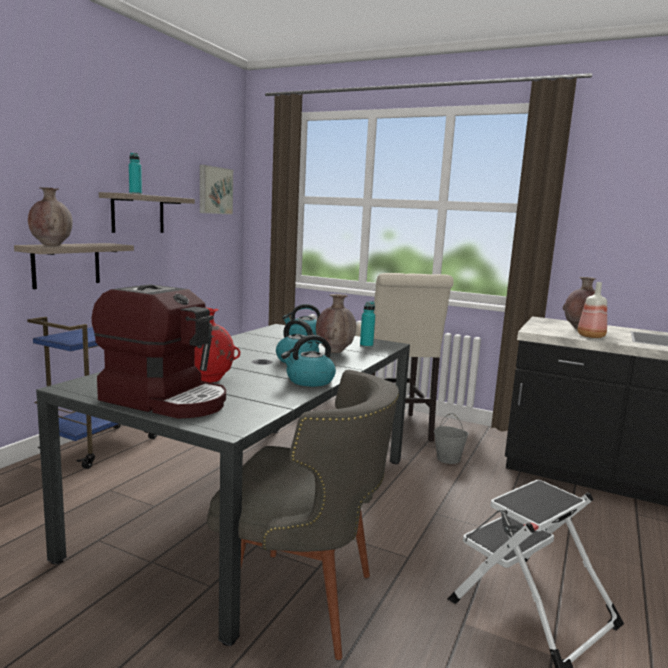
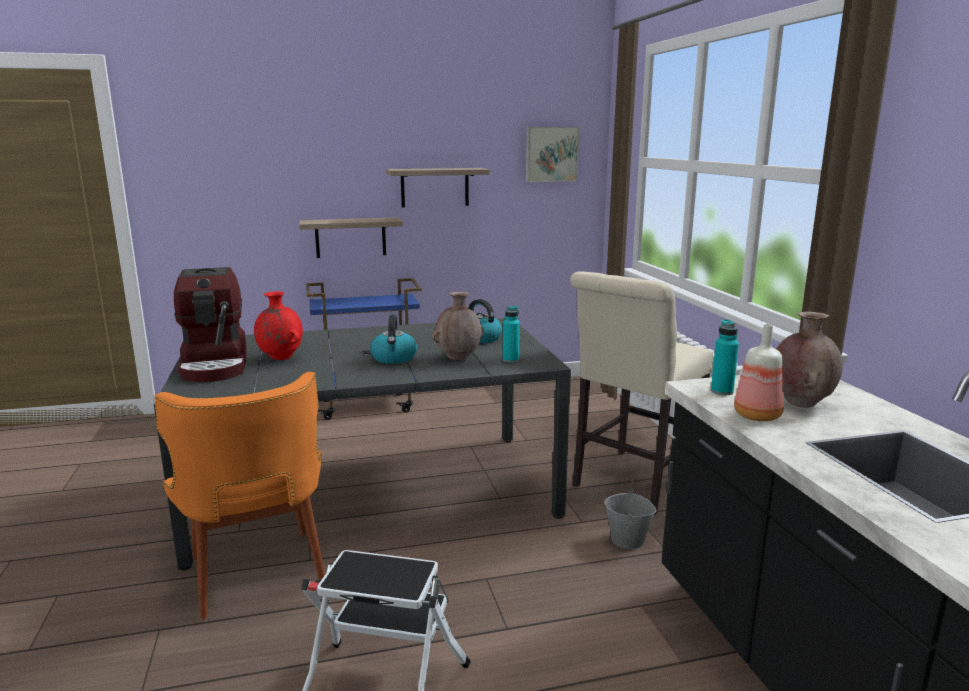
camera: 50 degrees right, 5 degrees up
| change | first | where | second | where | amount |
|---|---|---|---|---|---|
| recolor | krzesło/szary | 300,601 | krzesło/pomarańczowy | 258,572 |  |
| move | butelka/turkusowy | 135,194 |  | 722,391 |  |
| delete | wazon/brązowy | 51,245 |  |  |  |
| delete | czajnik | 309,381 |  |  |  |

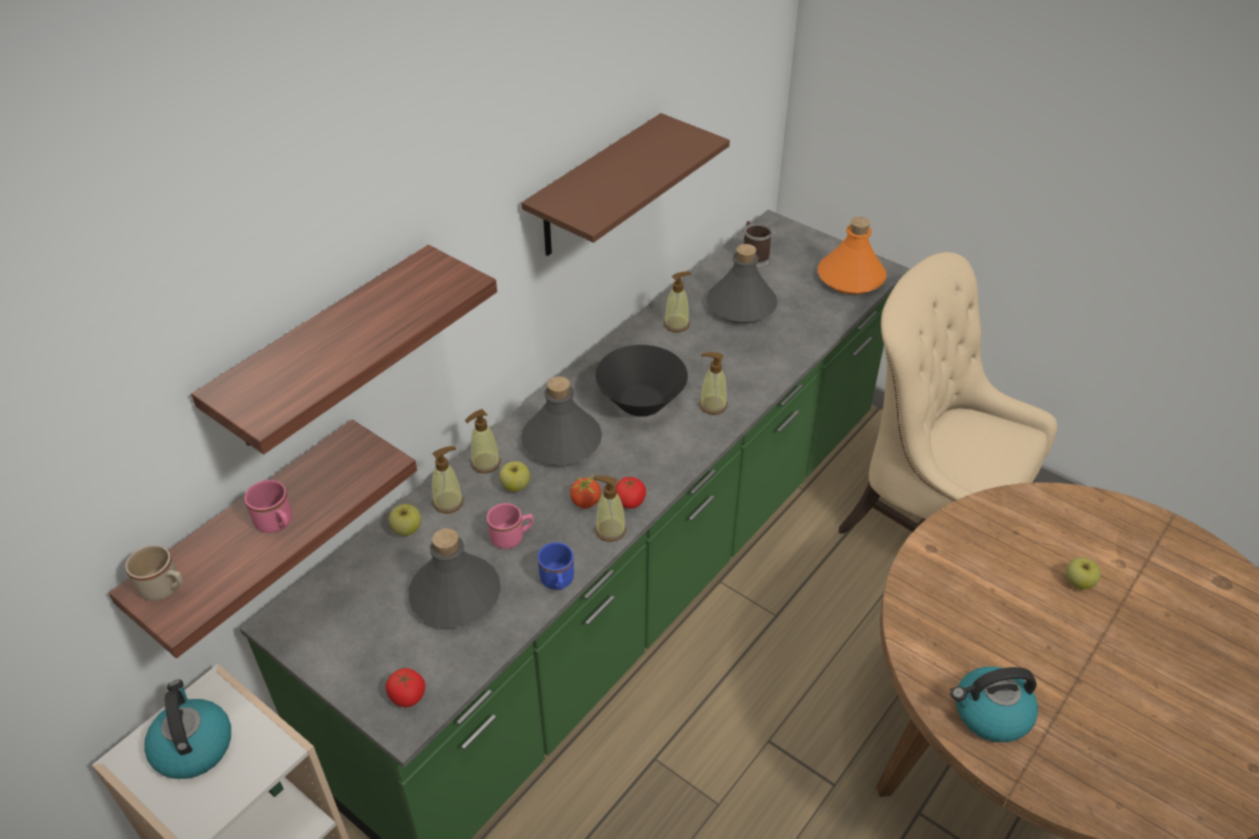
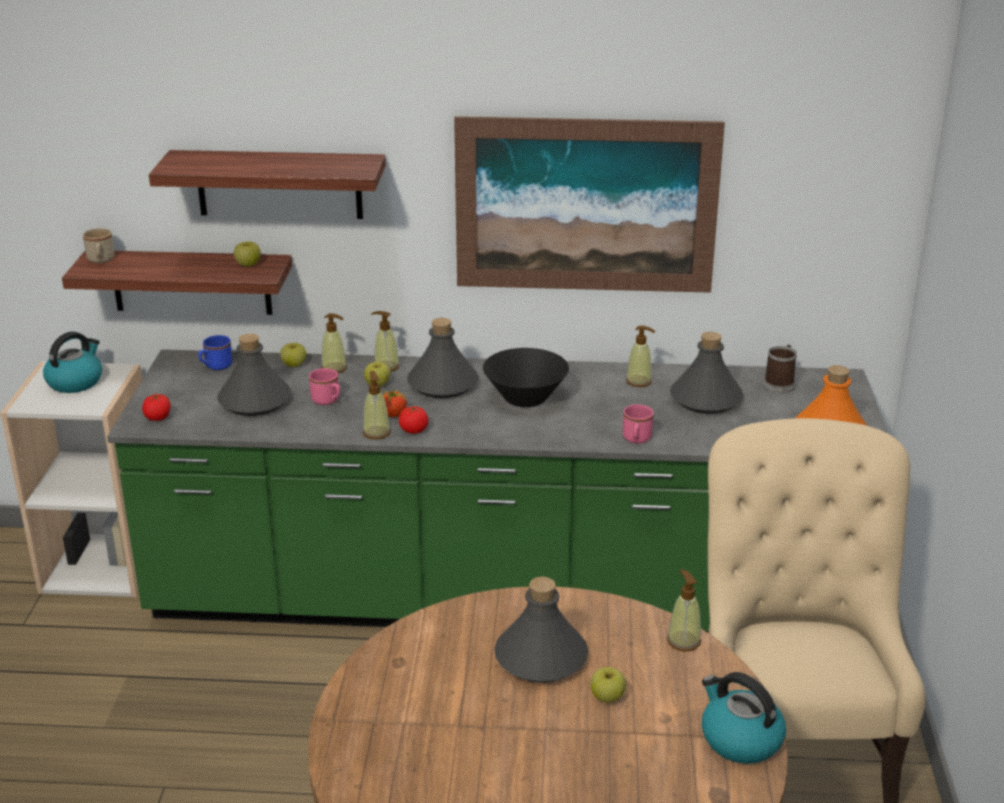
camera: 55 degrees right, 15 degrees down
| change | first | where | second | where | amount |
|---|---|---|---|---|---|
| move | kubek/niebieski | 557,582 |  | 215,366 |  |
| insert |  |  | jabłko | 248,264 |  |
| replace | półka/brązowy | 595,188 | obraz | 586,205 |  |
| insert |  |  | butelka/szary | 541,658 |  |
| move | kubek/różowy | 277,524 |  | 636,439 |  |
| move | dozownik mydła | 712,405 |  | 683,641 |  |
| move | czajnik | 990,714 |  | 739,739 |  |

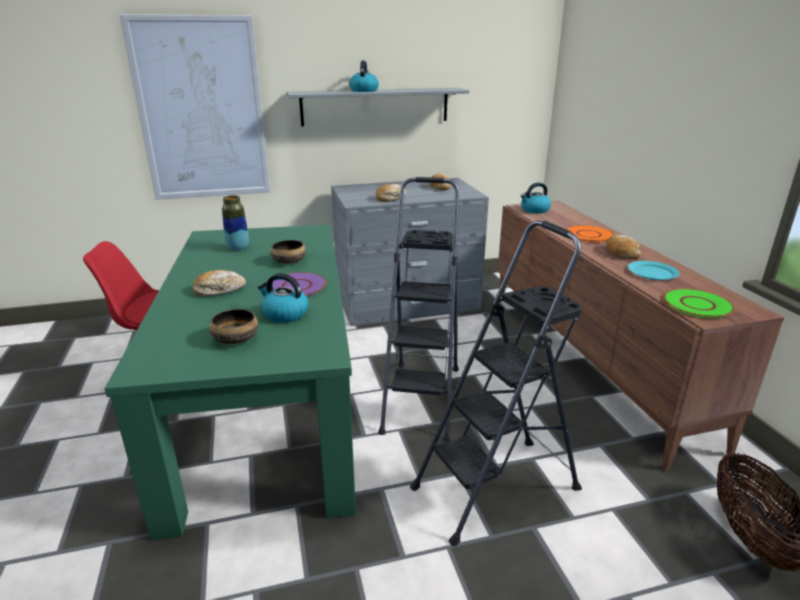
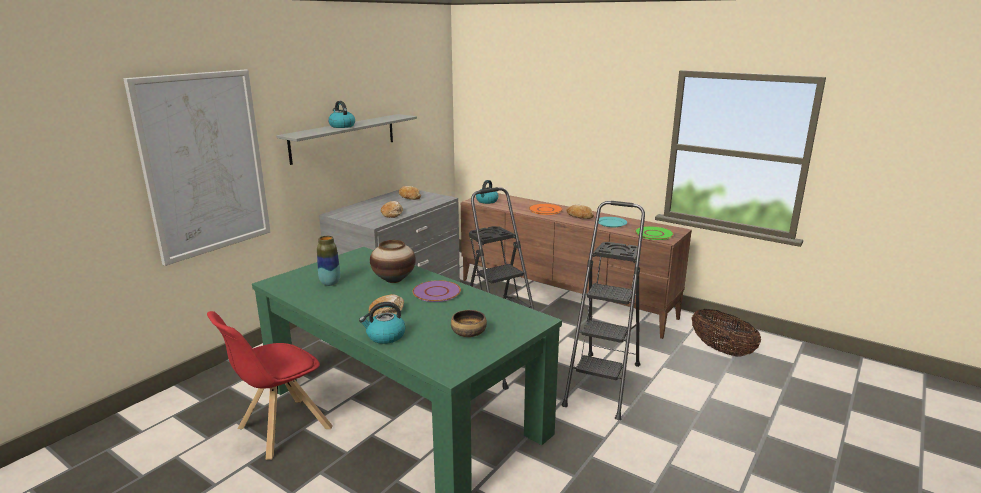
camera: 40 degrees left, 5 degrees down
| change | first | where | second | where | amount |
|---|---|---|---|---|---|
| move | czajnik | 285,314 |  | 385,336 |  |
| replace | miska | 289,261 | wazon | 394,279 |  |

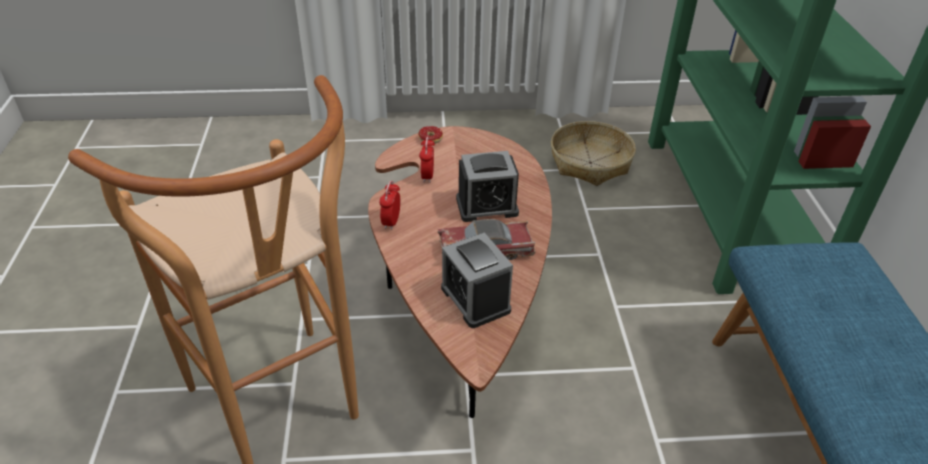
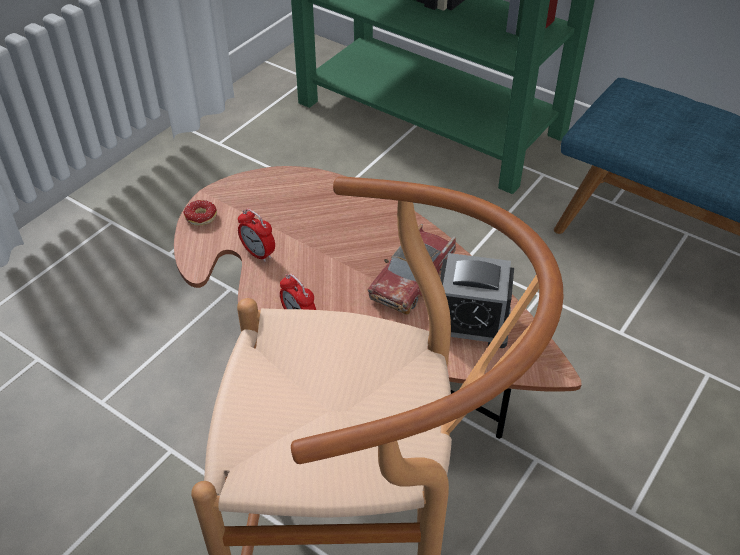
camera: 50 degrees left, 5 degrees up
| change | first | where | second | where | amount |
|---|---|---|---|---|---|
| delete | budzik | 487,206 |  |  |  |
| delete | koszyk | 590,162 |  |  |  |

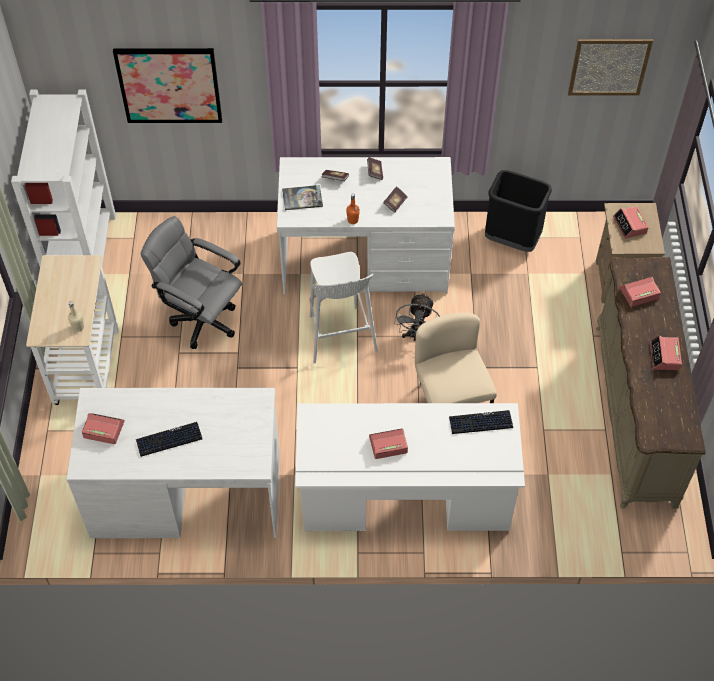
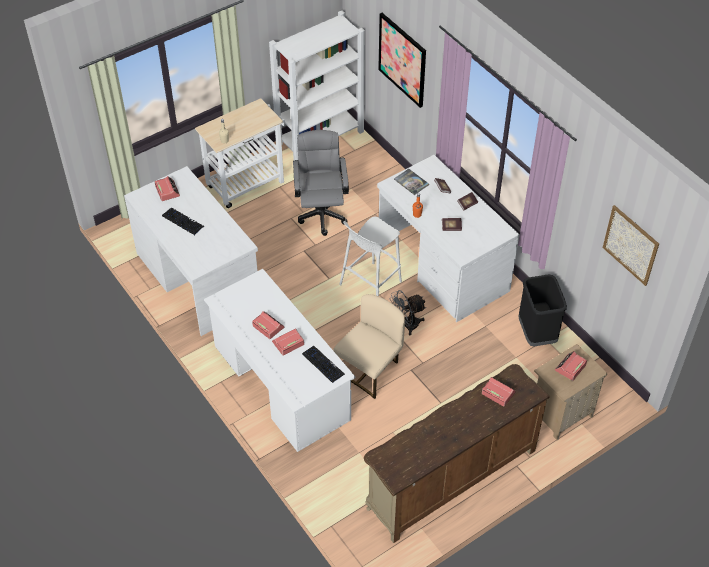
camera: 55 degrees right, 5 degrees down
| change | first | where | second | where | amount |
|---|---|---|---|---|---|
| move | budzik | 664,356 |  | 288,343 |  |

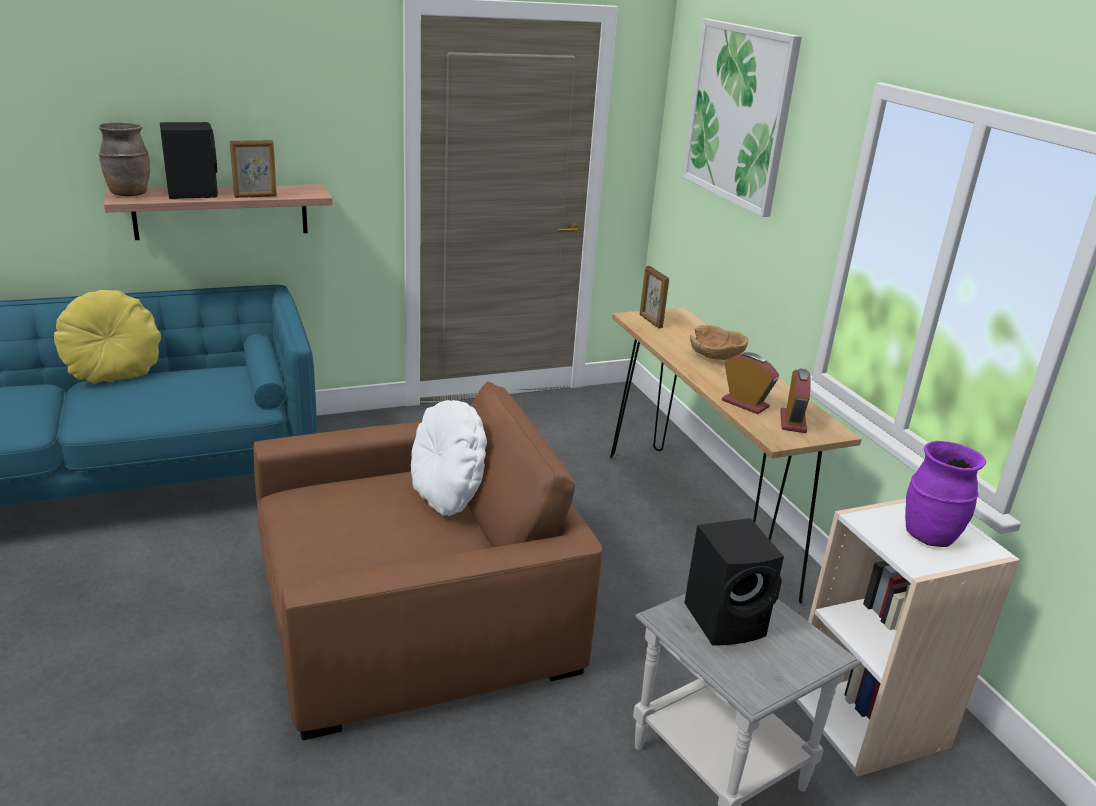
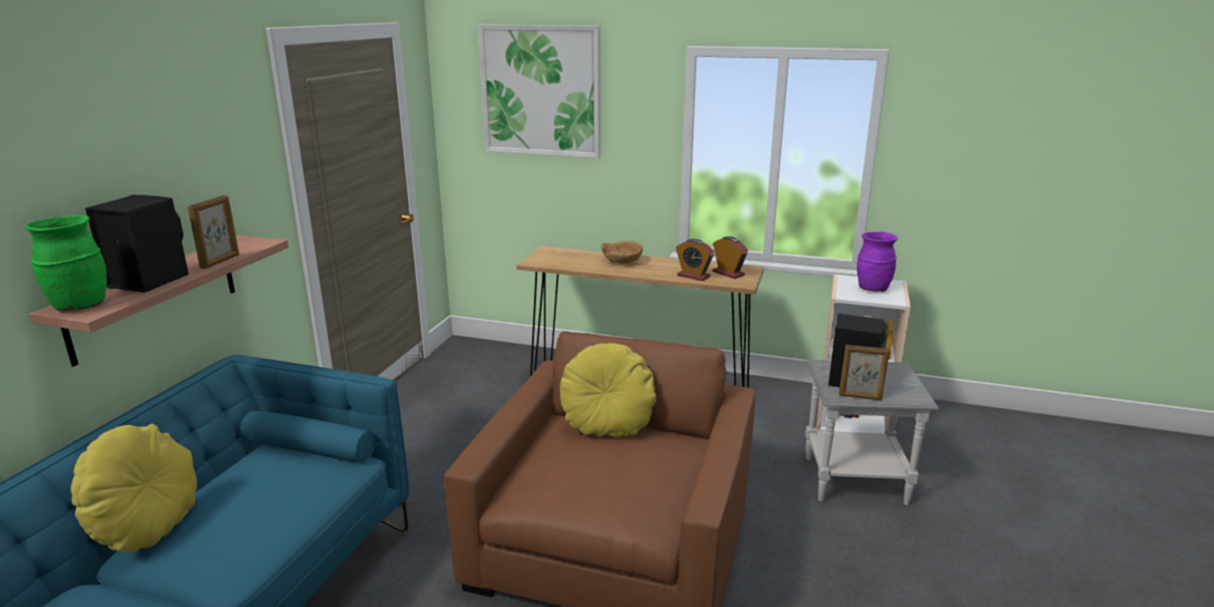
camera: 50 degrees left, 5 degrees down
| change | first | where | second | where | amount |
|---|---|---|---|---|---|
| recolor | wazon/brązowy | 129,194 | wazon/zielony | 80,306 |  |
| recolor | poduszka/biały | 447,499 | poduszka/żółty | 608,428 |  |
| rotate | budzik | 745,404 |  | 693,276 | 135 degrees counterclockwise |
| move | ramka na zdjęcie | 650,321 |  | 860,397 |  |

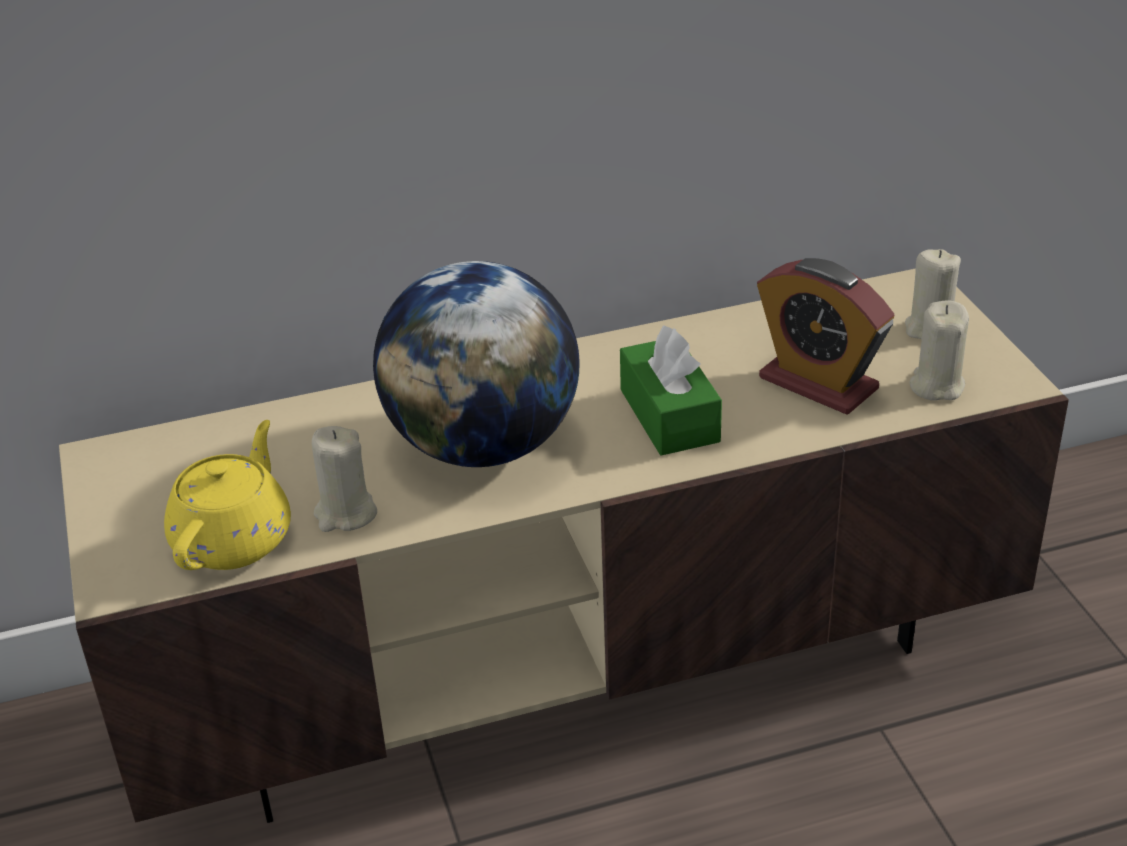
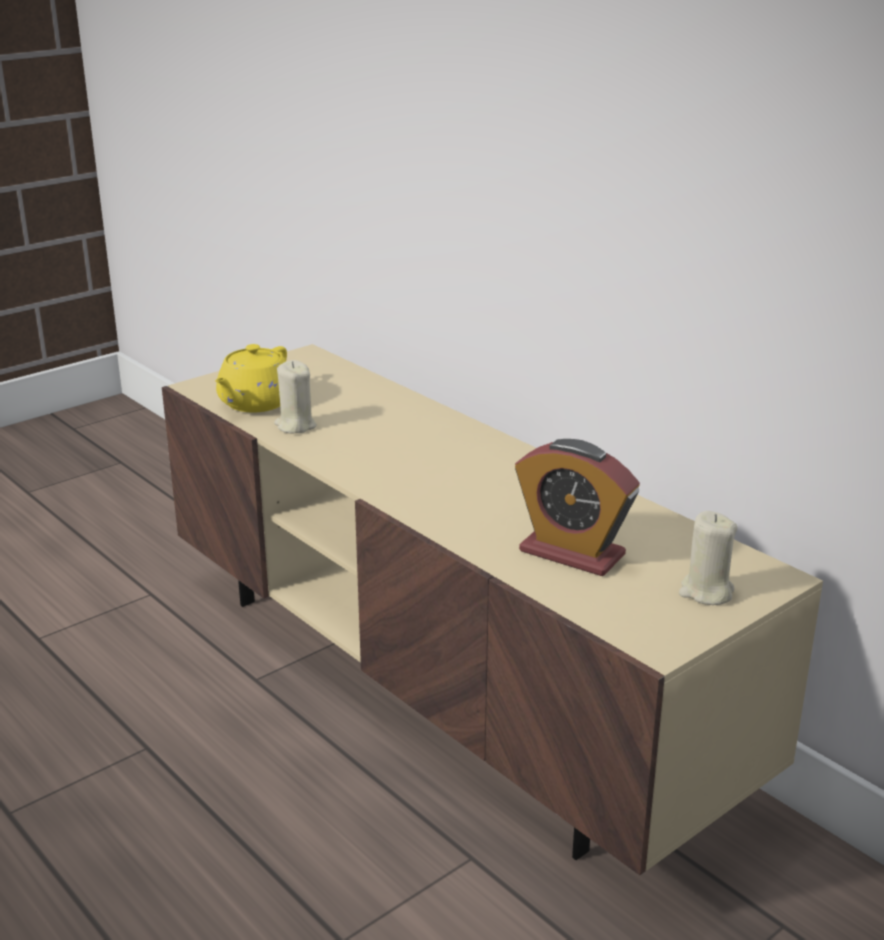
camera: 65 degrees right, 10 degrees down
| change | first | where | second | where | amount |
|---|---|---|---|---|---|
| rotate | imbryk/żółty | 234,538 |  | 255,403 | 120 degrees clockwise |
| rotate | budzik | 818,383 |  | 572,553 | 75 degrees counterclockwise |
| delete | globus | 483,445 |  |  |  |
| delete | pudełko chusteczek/zielony | 669,415 |  |  |  |
| delete | świeca/beżowy | 936,385 |  |  |  |

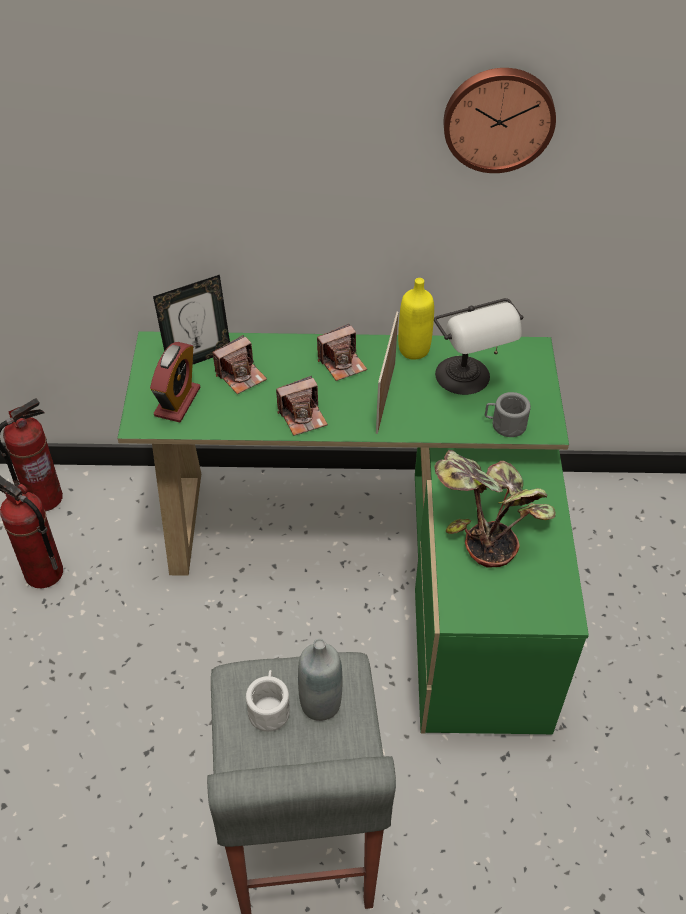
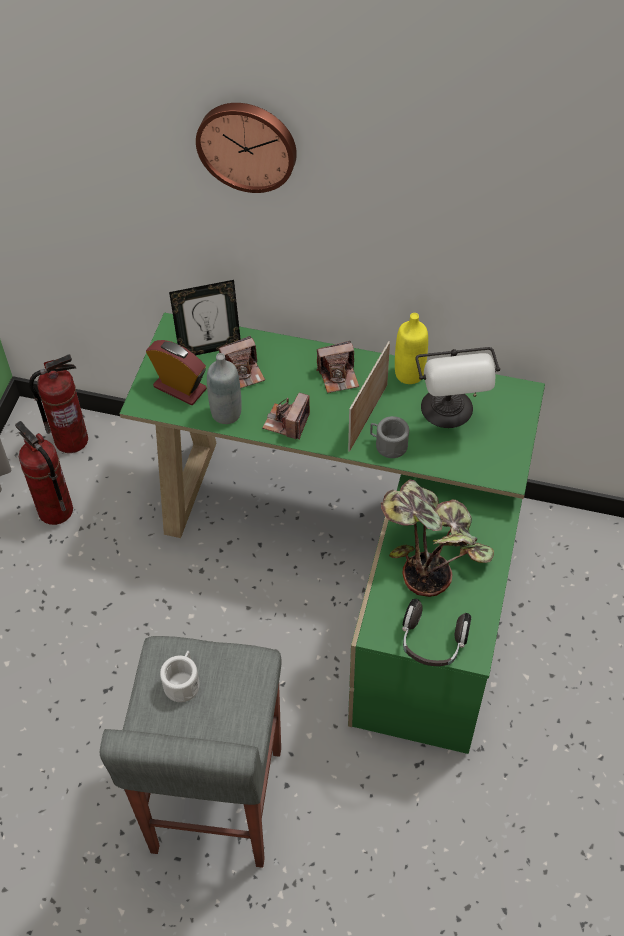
camera: 15 degrees right, 5 degrees up
| change | first | where | second | where | amount |
|---|---|---|---|---|---|
| rotate | budzik | 177,402 |  | 180,388 | 90 degrees counterclockwise |
| move | zegar ścienny | 498,118 |  | 247,145 |  |
| move | butelka/szary | 320,704 |  | 226,413 |  |
| rotate | aparat fotograficzny | 302,417 |  | 287,422 | 120 degrees clockwise |
| move | kubek/szary | 504,424 |  | 388,444 |  |
| insert |  |  | słuchawki | 432,643 |  |

